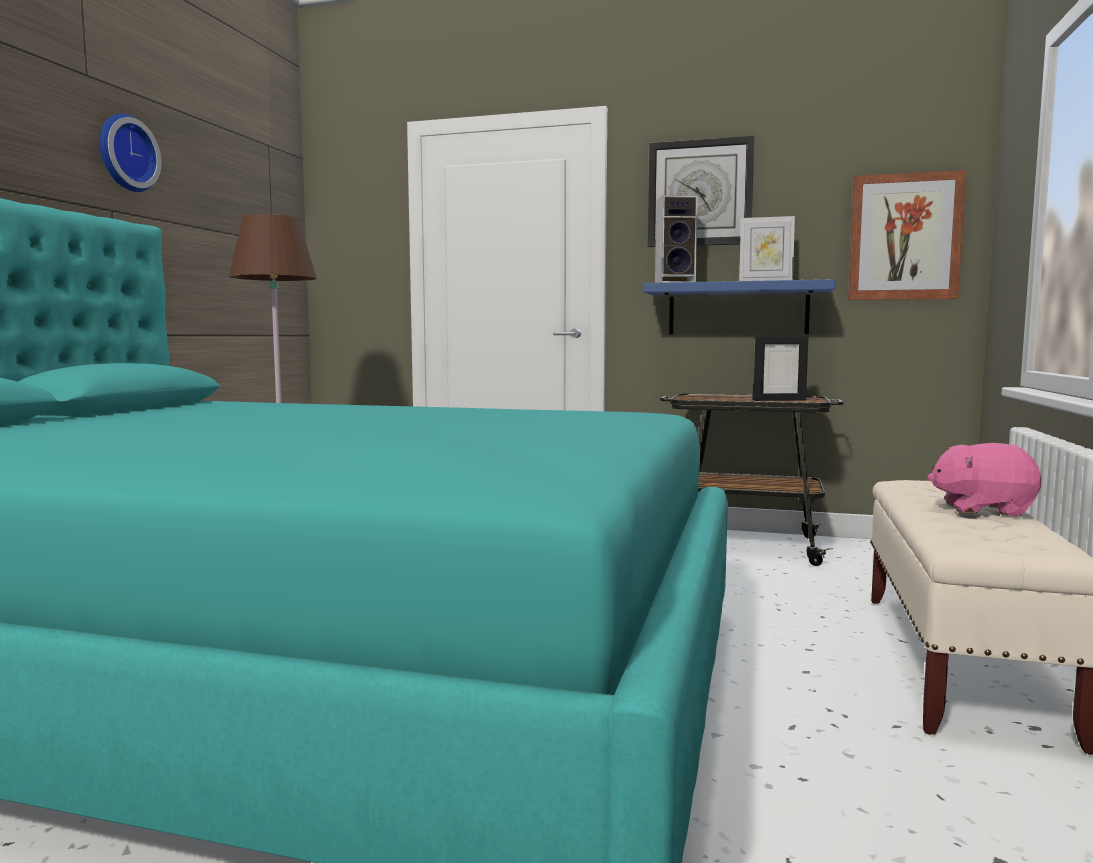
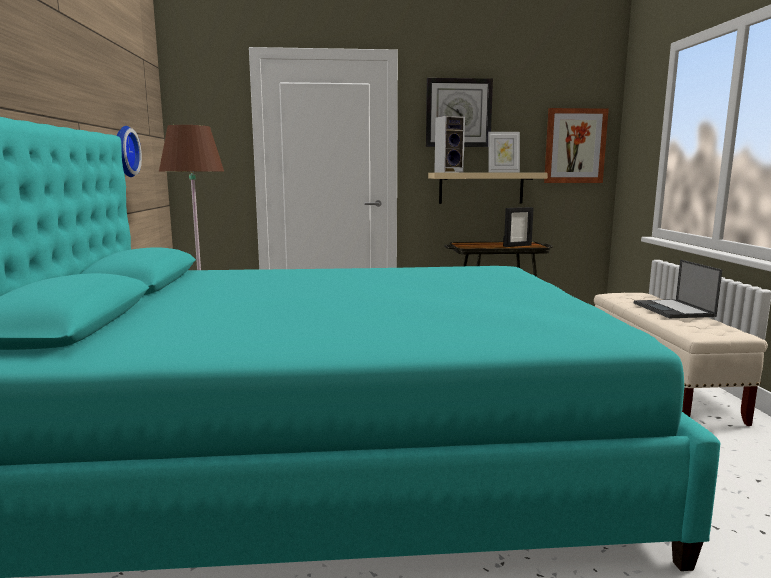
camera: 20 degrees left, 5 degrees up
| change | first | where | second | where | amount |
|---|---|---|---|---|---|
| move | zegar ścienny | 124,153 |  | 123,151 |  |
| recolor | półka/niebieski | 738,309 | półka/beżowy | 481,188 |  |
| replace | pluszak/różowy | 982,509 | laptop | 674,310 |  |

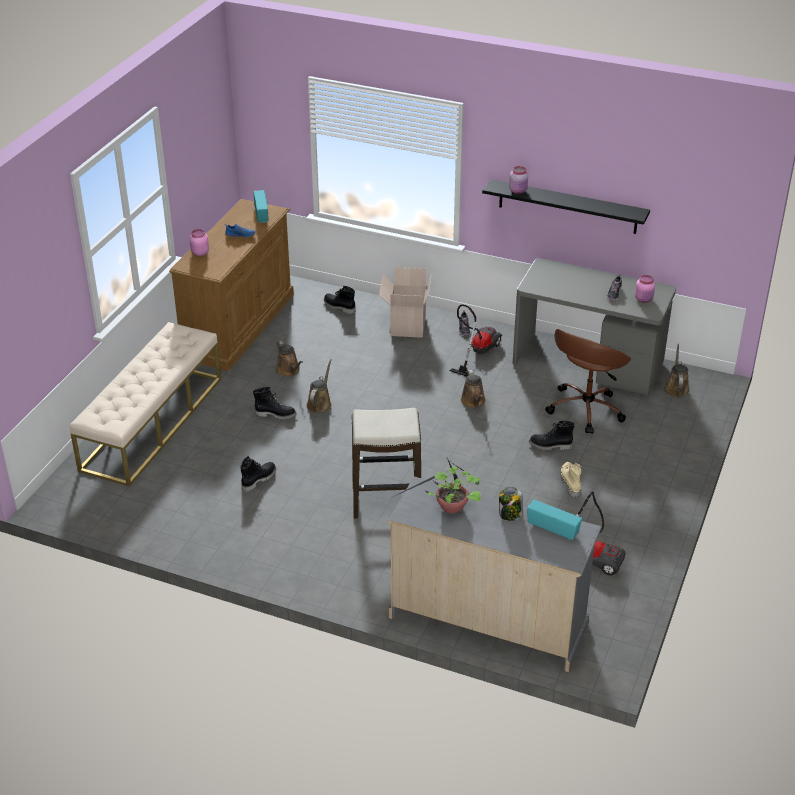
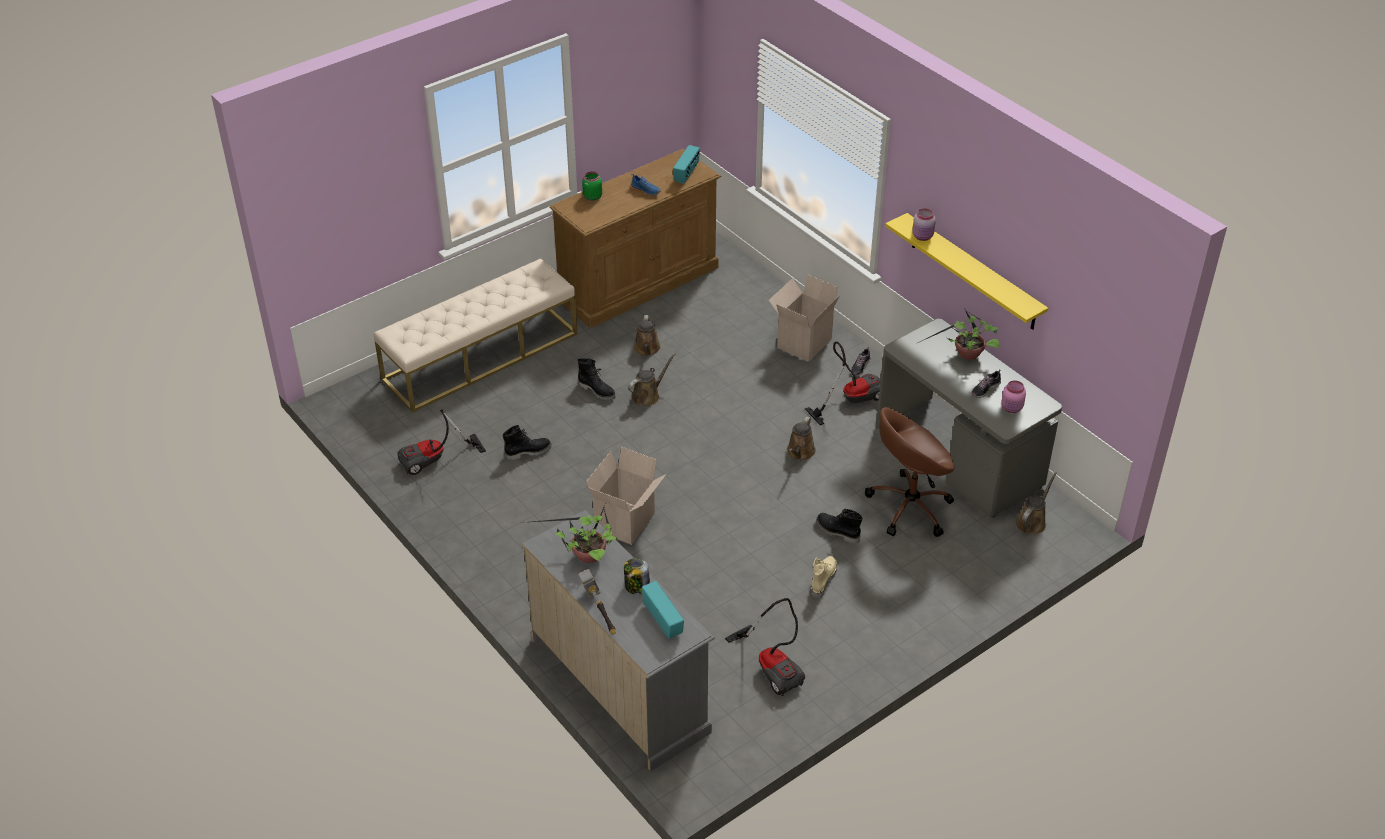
camera: 30 degrees right, 5 degrees up
| change | first | where | second | where | amount |
|---|---|---|---|---|---|
| insert |  |  | odkurzacz | 435,461 |  |
| insert |  |  | młotek | 599,612 |  |
| recolor | słoik/różowy | 199,253 | słoik/zielony | 592,197 |  |
| replace | stołek | 386,501 | karton | 626,523 |  |
| recolor | półka/czarny | 567,207 | półka/żółty | 973,272 |  |
| insert |  |  | roślina doniczkowa | 966,355 |  |
| delete | but z cholewką/czarny | 339,307 |  |  |  |

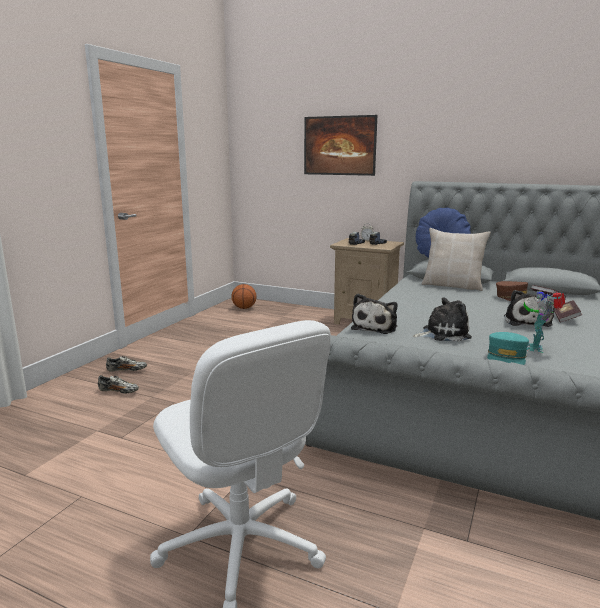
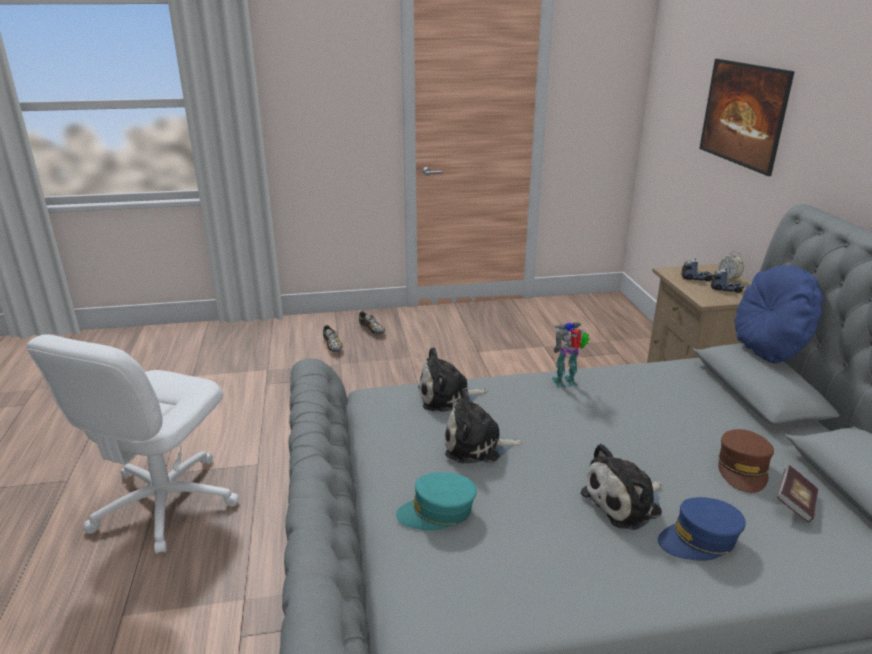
camera: 55 degrees right, 10 degrees up
| change | first | where | second | where | amount |
|---|---|---|---|---|---|
| rotate | pluszak | 442,333 |  | 477,445 | 135 degrees clockwise |
| move | robot zabawkowy | 536,348 |  | 566,383 |  |
| replace | książka | 565,318 | czapka z daszkiem/niebieski | 699,540 |  |
| delete | piłka do koszykówki | 244,308 |  |  |  |
| delete | poduszka/beżowy | 453,285 |  |  |  |

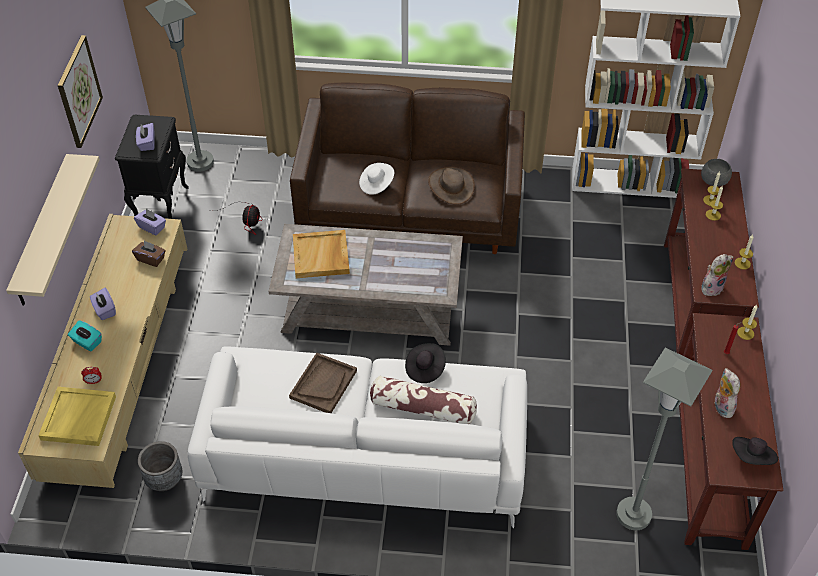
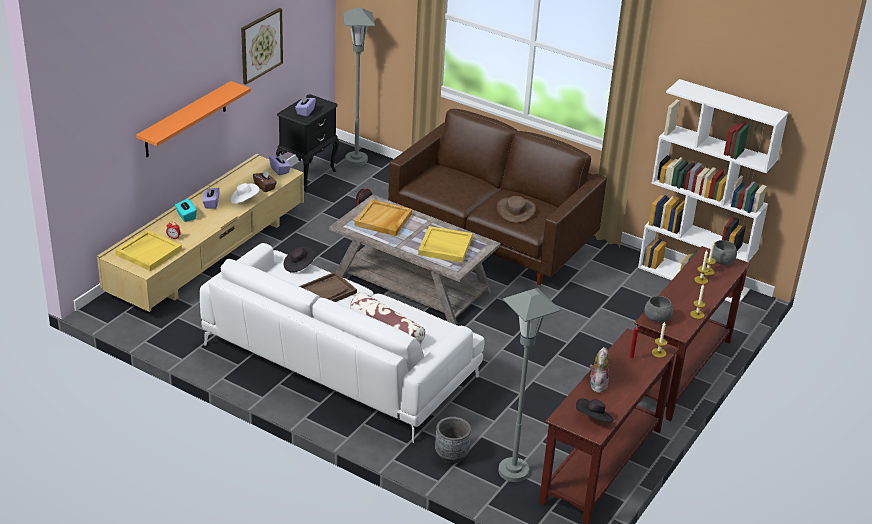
camera: 25 degrees right, 15 degrees down
| change | first | where | second | where | amount |
|---|---|---|---|---|---|
| recolor | półka/beżowy | 42,232 | półka/pomarańczowy | 185,120 |  |
| move | kapelusz/biały | 376,184 |  | 244,200 |  |
| move | kapelusz/czarny | 425,369 |  | 299,266 |  |
| insert |  |  | taca/żółty | 444,246 |  |
| move | donica/szary | 164,479 |  | 451,455 |  |
| replace | pluszak | 711,287 | miska/szary | 657,319 |  |

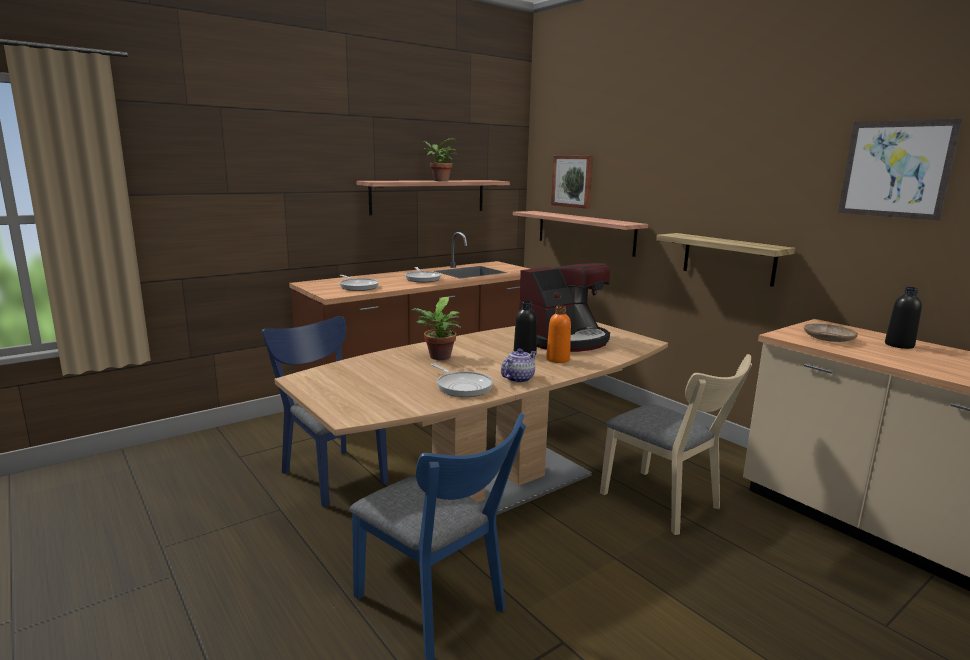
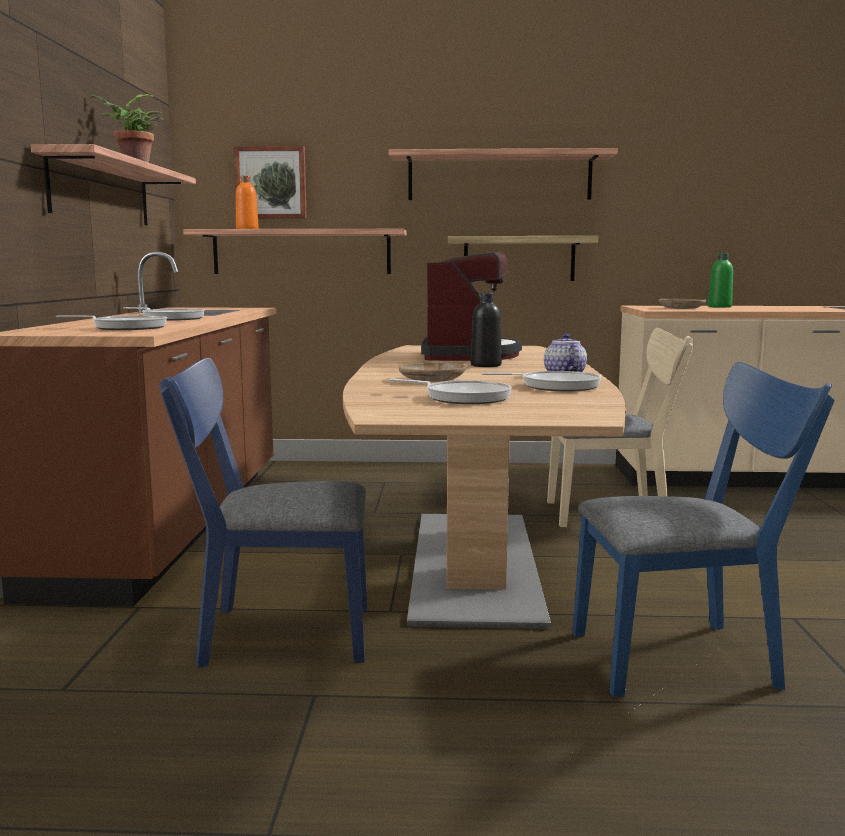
camera: 50 degrees left, 5 degrees down
| change | first | where | second | where | amount |
|---|---|---|---|---|---|
| move | butelka/pomarańczowy | 558,359 |  | 247,229 |  |
| insert |  |  | półka | 499,177 |  |
| insert |  |  | patelnia | 462,397 |  |
| replace | roślina doniczkowa | 438,358 | talerz/beżowy | 432,379 |  |
| recolor | butelka/czarny | 899,345 | butelka/zielony | 719,307 |  |
| delete | obraz | 895,169 |  |  |  |

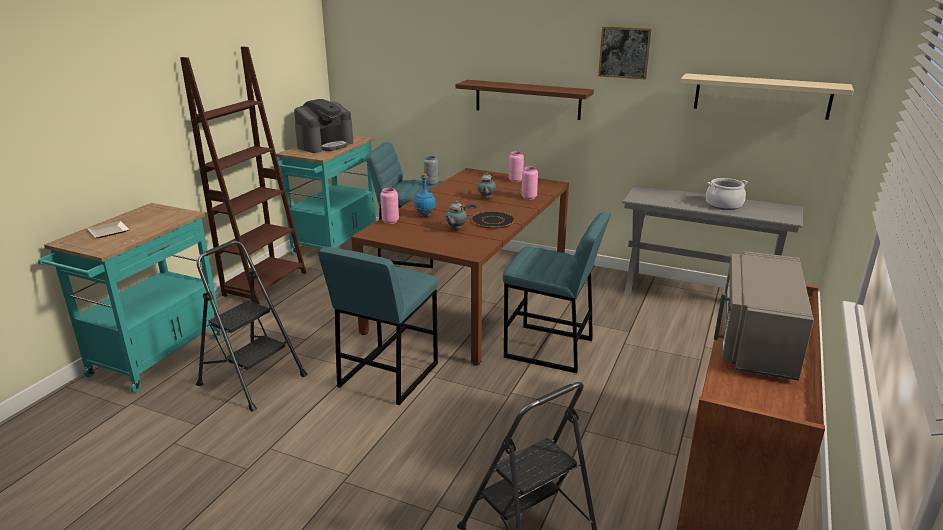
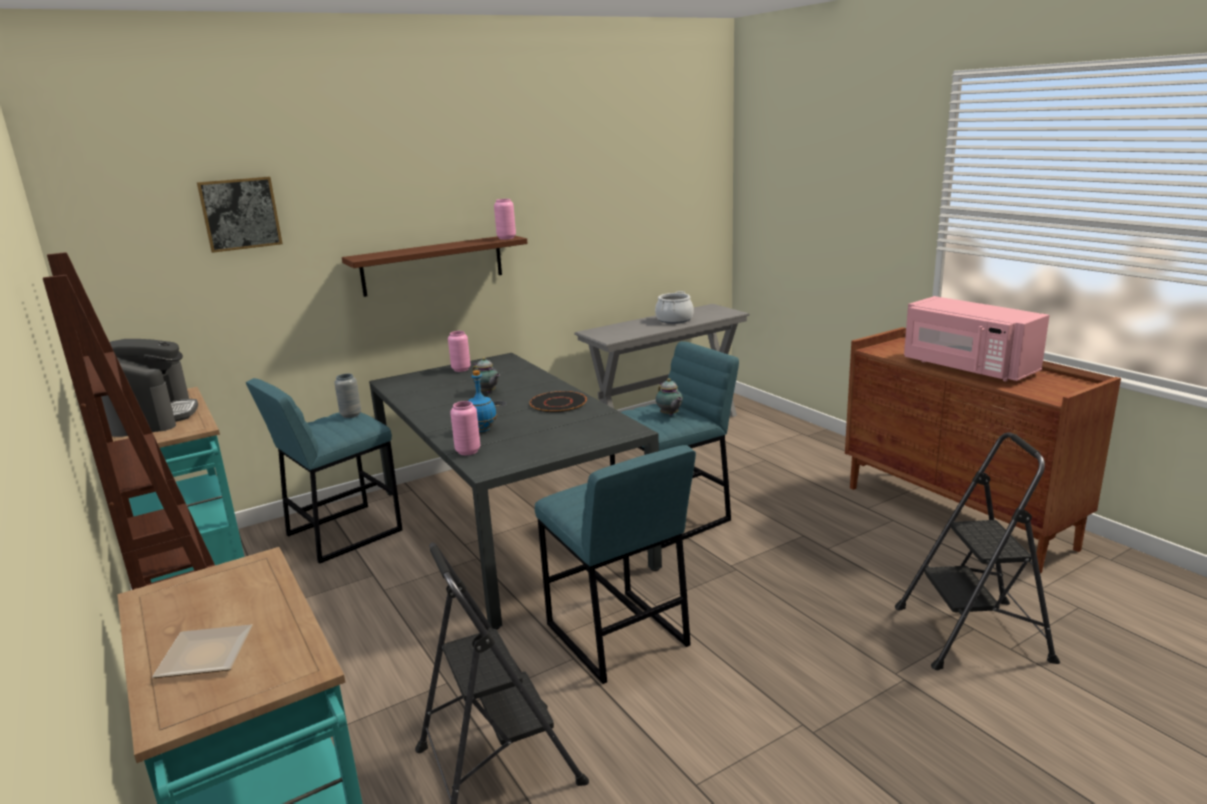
camera: 55 degrees left, 5 degrees down
| change | first | where | second | where | amount |
|---|---|---|---|---|---|
| move | obraz | 624,52 |  | 240,214 |  |
| recolor | stół jadalny/brązowy | 471,296 | stół jadalny/szary | 509,527 |  |
| move | wazon/różowy | 529,197 |  | 506,238 |  |
| move | imbryk | 455,229 |  | 669,415 |  |
| recolor | mikrofalówka/szary | 755,342 | mikrofalówka/różowy | 966,368 |  |
| delete | półka/beżowy | 761,96 |  |  |  |

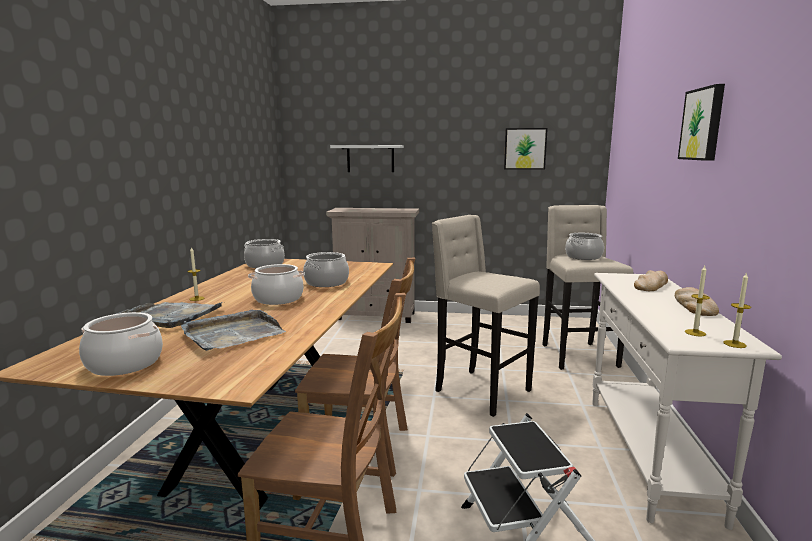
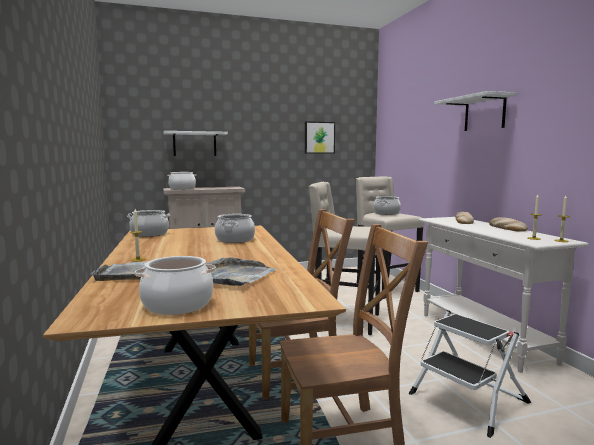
camera: 25 degrees left, 5 degrees down
| change | first | where | second | where | amount |
|---|---|---|---|---|---|
| move | garnek | 278,299 |  | 182,188 |  |
| replace | obraz | 703,124 | półka/biały | 484,113 |  |

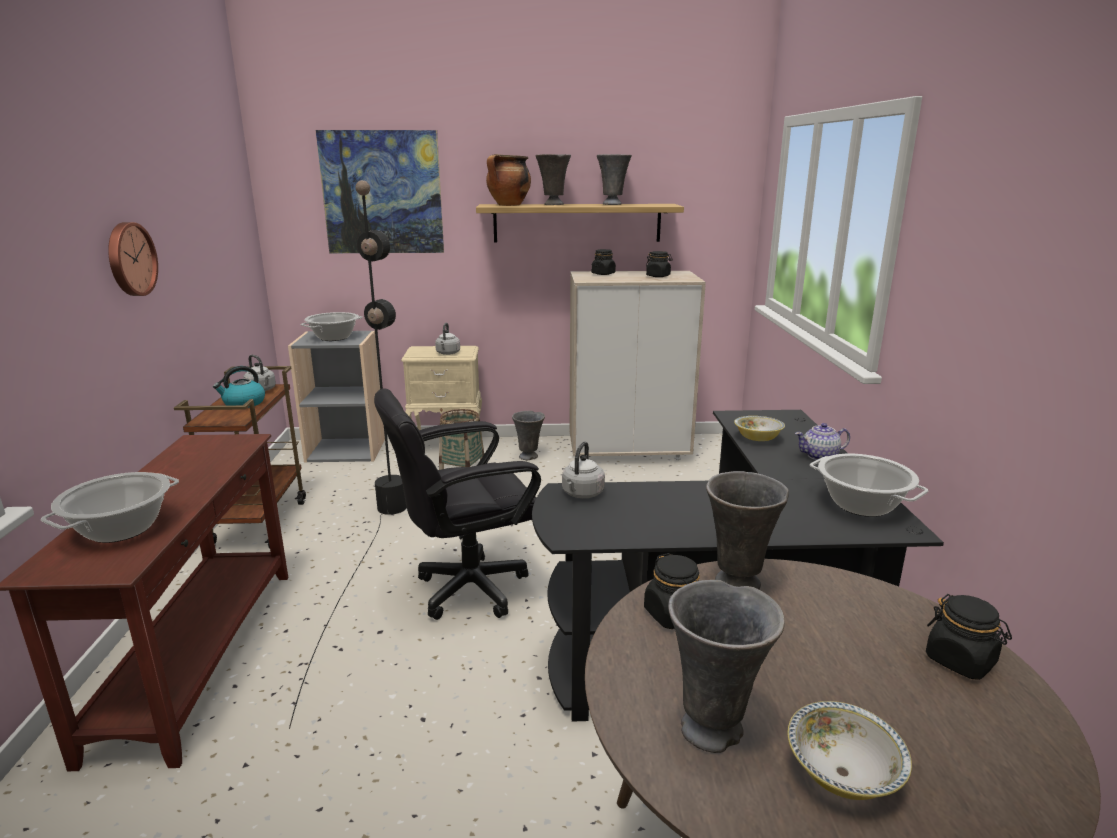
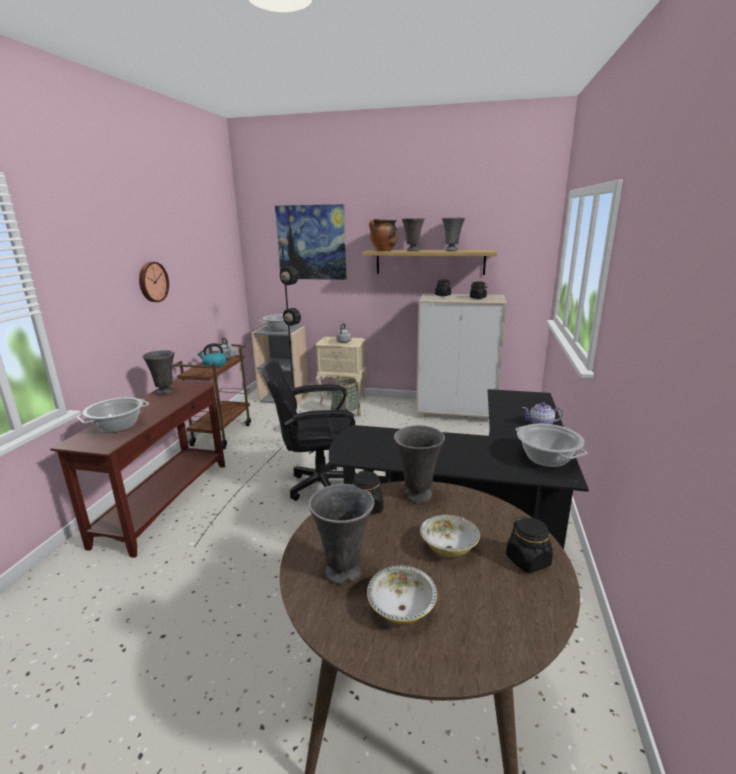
camera: 15 degrees right, 0 degrees up
| change | first | where | second | where | amount |
|---|---|---|---|---|---|
| move | wazon/szary | 529,457 |  | 165,392 |  |
| move | miska | 757,438 |  | 448,548 |  |
| delete | czajnik/szary | 582,494 |  |  |  |

